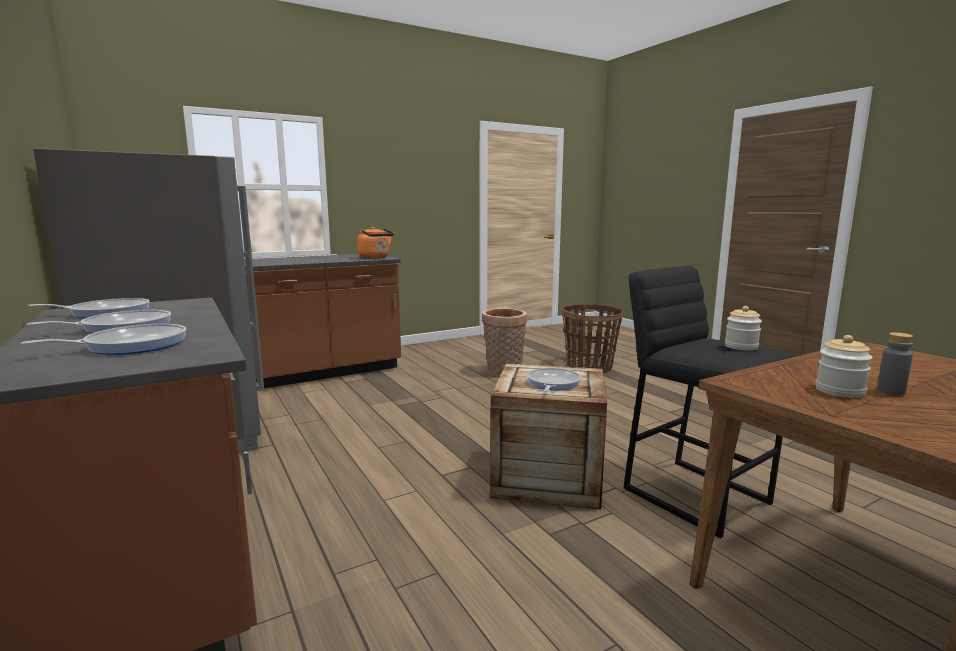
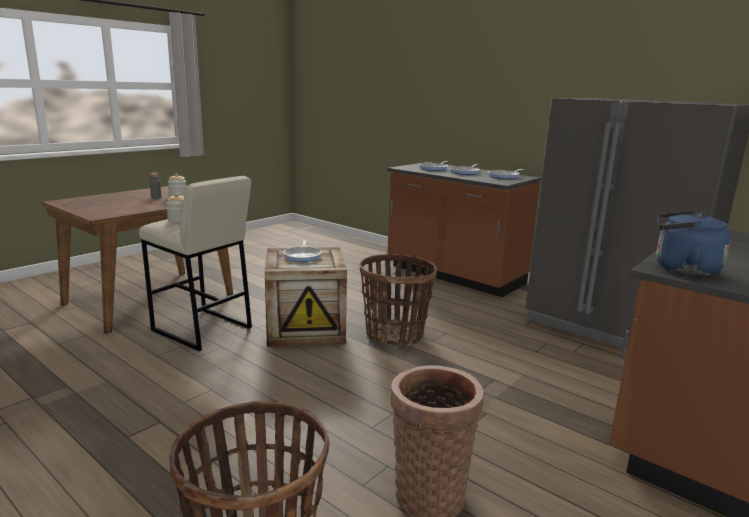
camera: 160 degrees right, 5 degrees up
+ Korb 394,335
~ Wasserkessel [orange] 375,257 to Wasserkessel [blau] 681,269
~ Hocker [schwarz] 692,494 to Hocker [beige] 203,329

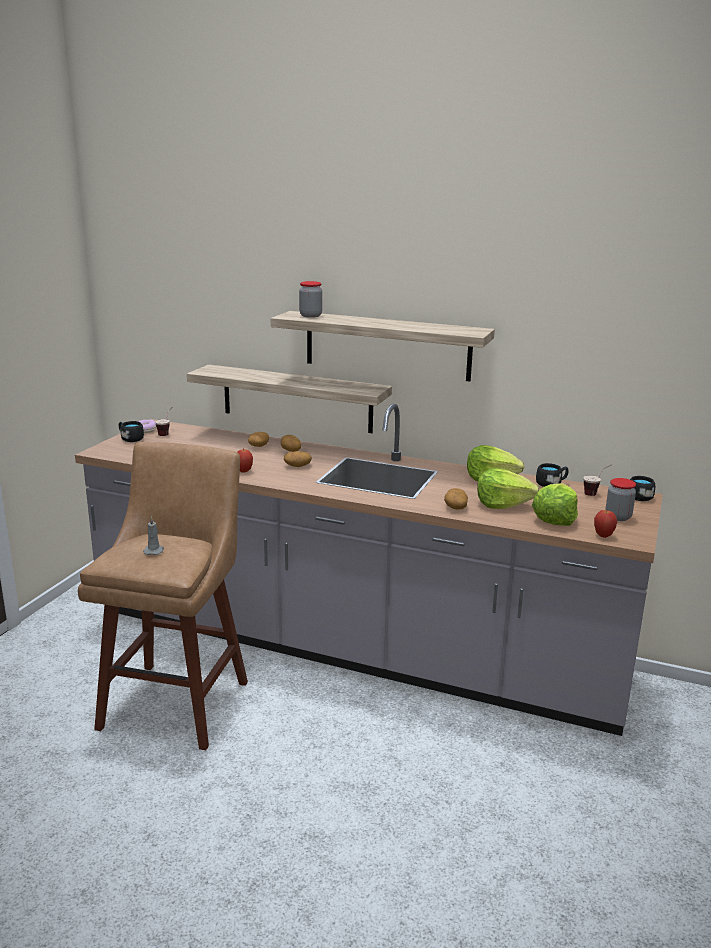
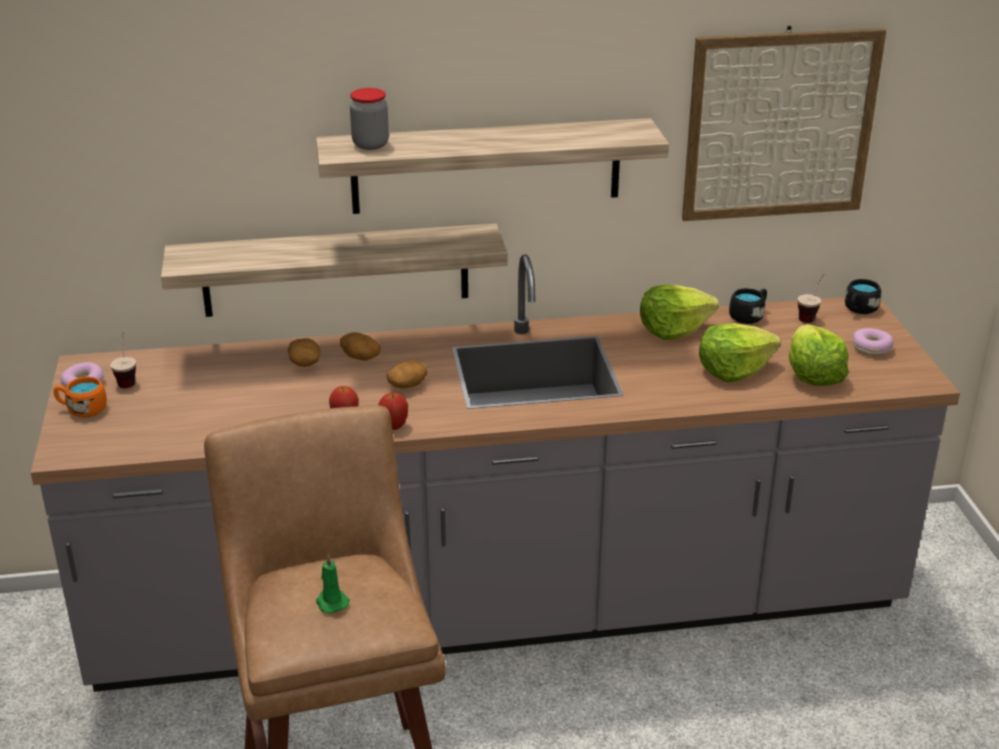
camera: 30 degrees left, 10 degrees up
- Kartoffel 455,506
+ Bild 780,122
~ Apfel 603,535 to 394,426
~ Vorratsglas 618,517 to Donut 871,348
~ Henkelbecher [schwarz] 130,439 to Henkelbecher [orange] 82,409
~ Kerze [grau] 154,551 to Kerze [grün] 331,602

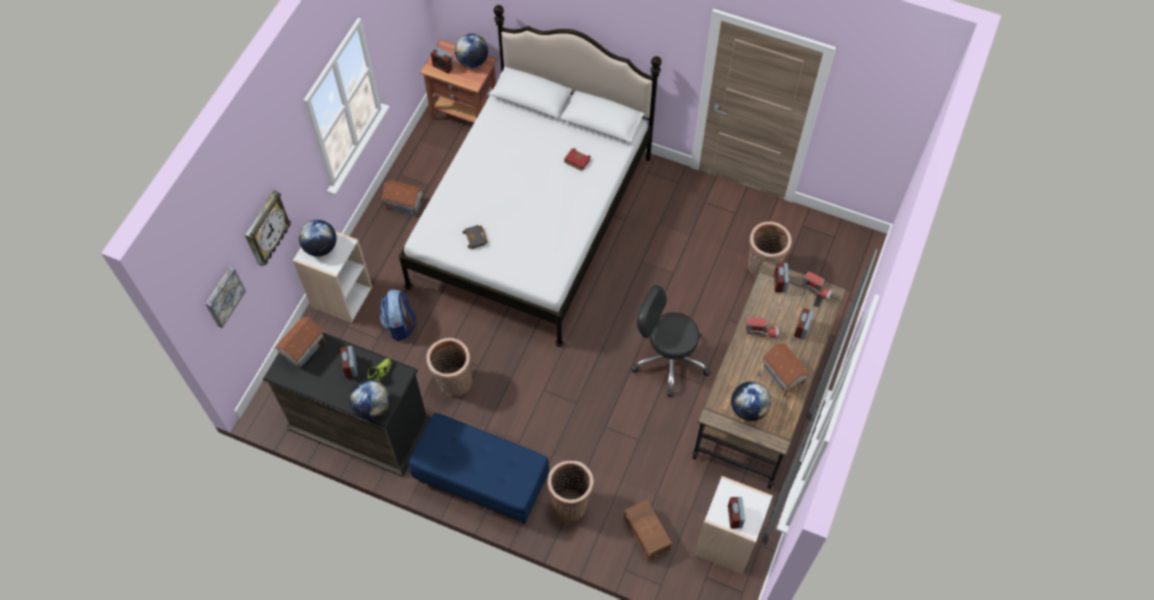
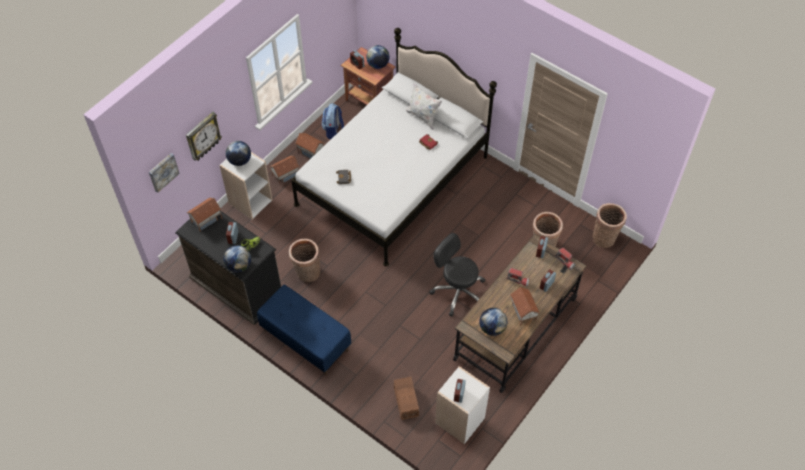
camera: 15 degrees right, 5 degrees down
+ Spielzeughaus 285,175
+ Kissen [weiß] 423,117
~ Rucksack 400,325 to 333,130
~ Korb 570,503 to 605,237

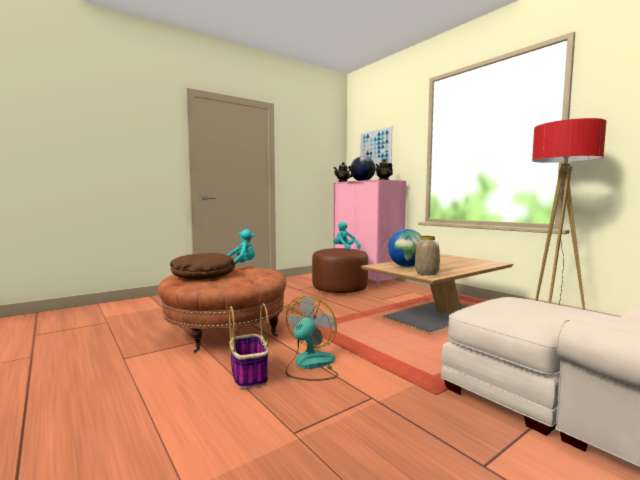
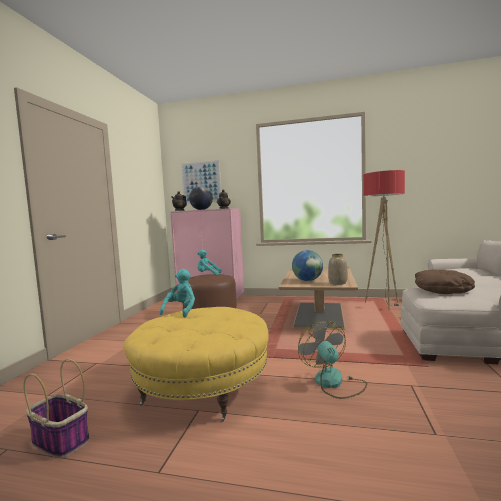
camera: 40 degrees left, 0 degrees up
~ Kissen [braun] 203,276 to 443,290
~ Korb 249,375 to 59,440
~ Polsterhocker [braun] 226,331 to Polsterhocker [gelb] 203,387

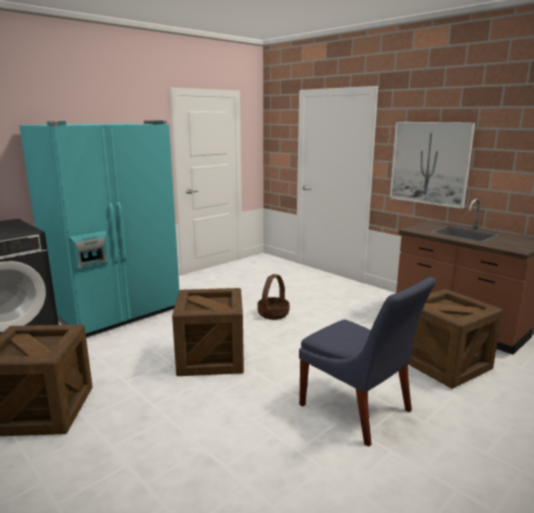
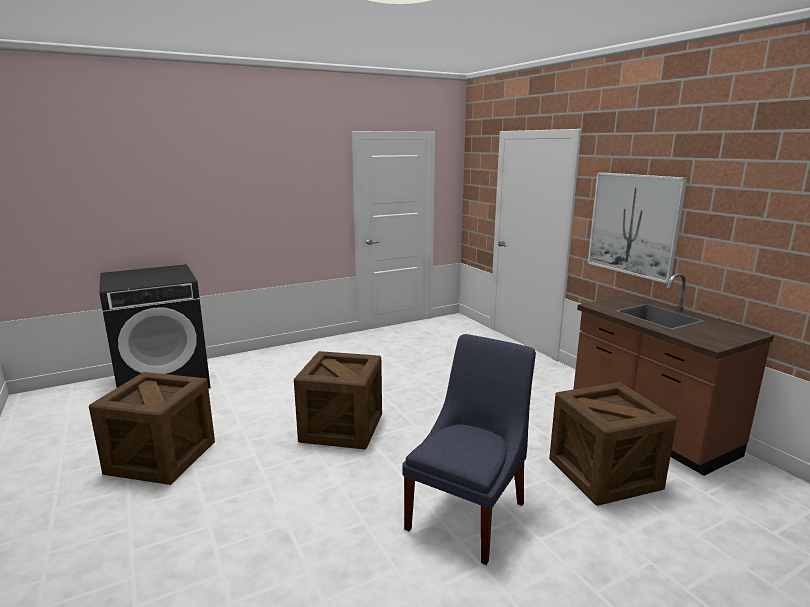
camera: 15 degrees right, 0 degrees up
- Kühlschrank [türkis] 116,311
- Korb 273,314
~ Stuhl [blau] 358,410 = 469,512 120 degrees counterclockwise

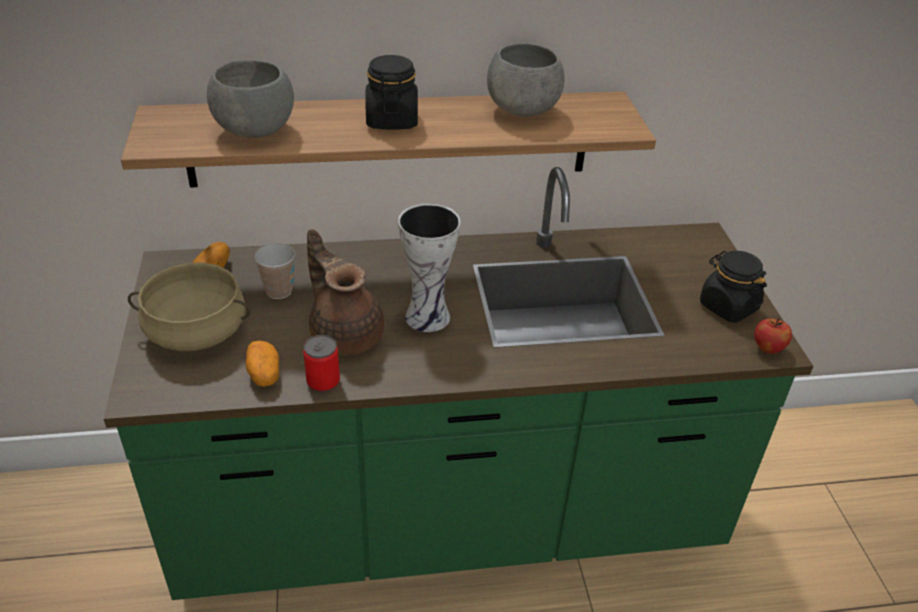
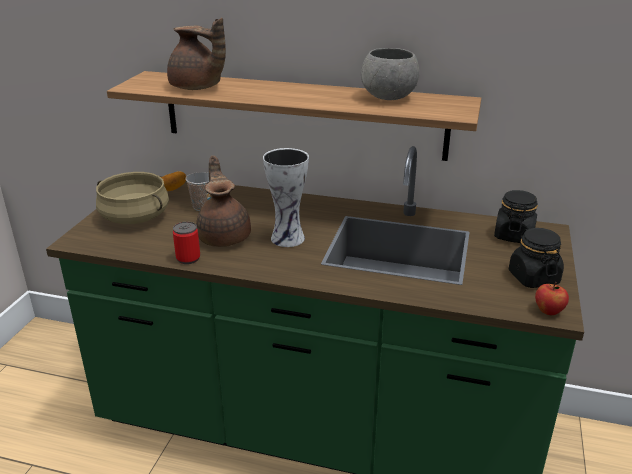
camera: 25 degrees right, 10 degrees down
- Kartoffel 264,374
~ Vorratsglas [schwarz] 392,120 to 513,235
~ Schüssel [grau] 255,131 to Teekanne [braun] 197,88

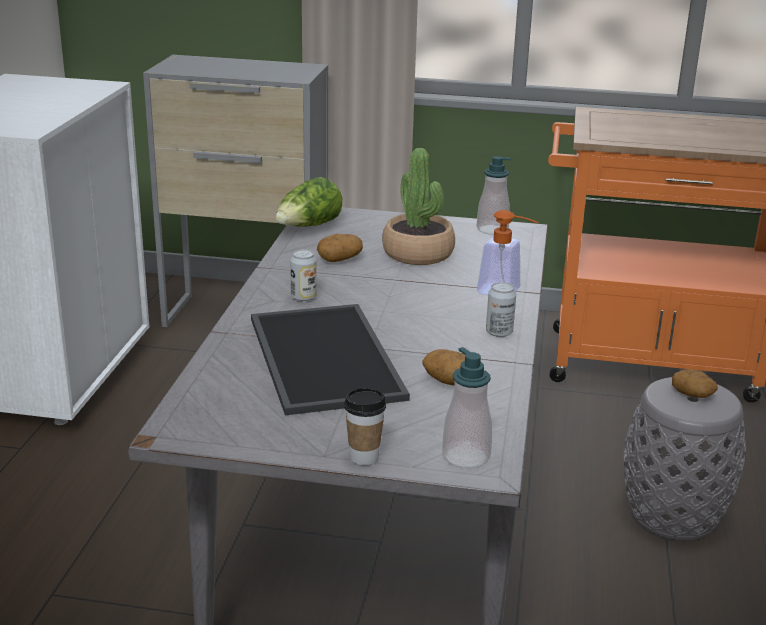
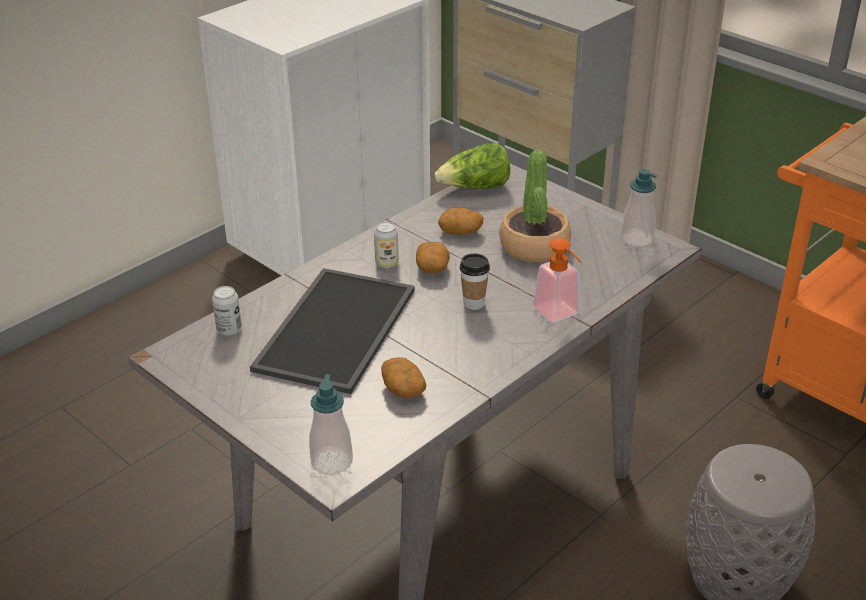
camera: 35 degrees right, 10 degrees up
~ Tasse 364,457 to 474,303
~ Dose 499,332 to 229,330
~ Kartoffel 693,394 to 432,268

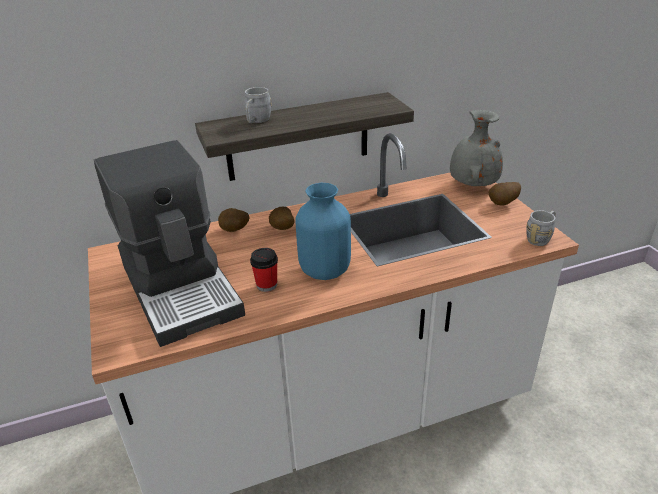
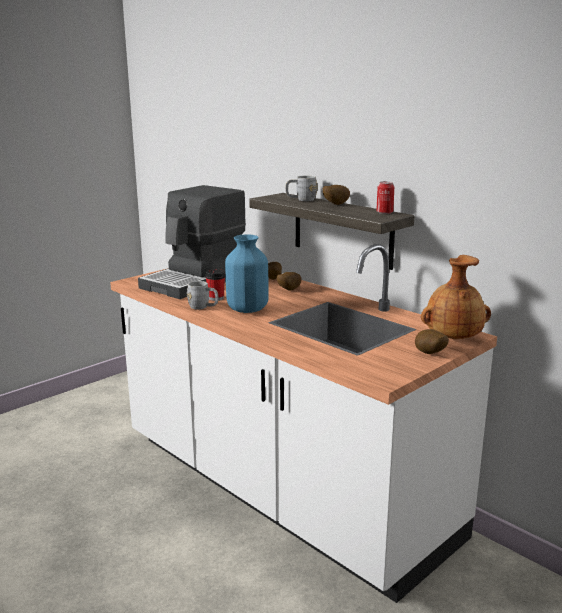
camera: 65 degrees right, 15 degrees down
+ Kartoffel 335,204
+ Dose 384,212
~ Henkelbecher [grau] 540,238 to 203,307
~ Vase [grau] 472,184 to Vase [braun] 453,338

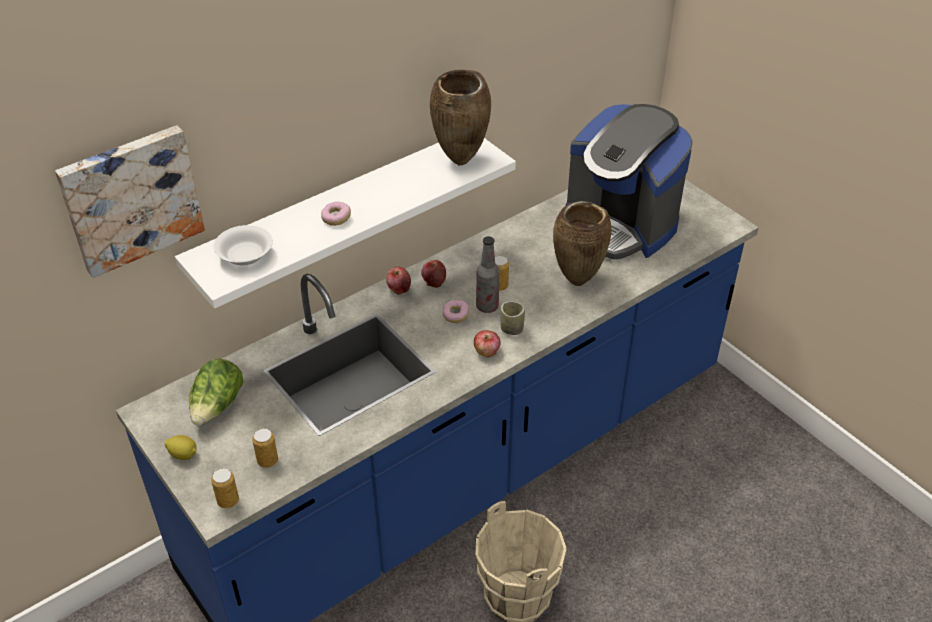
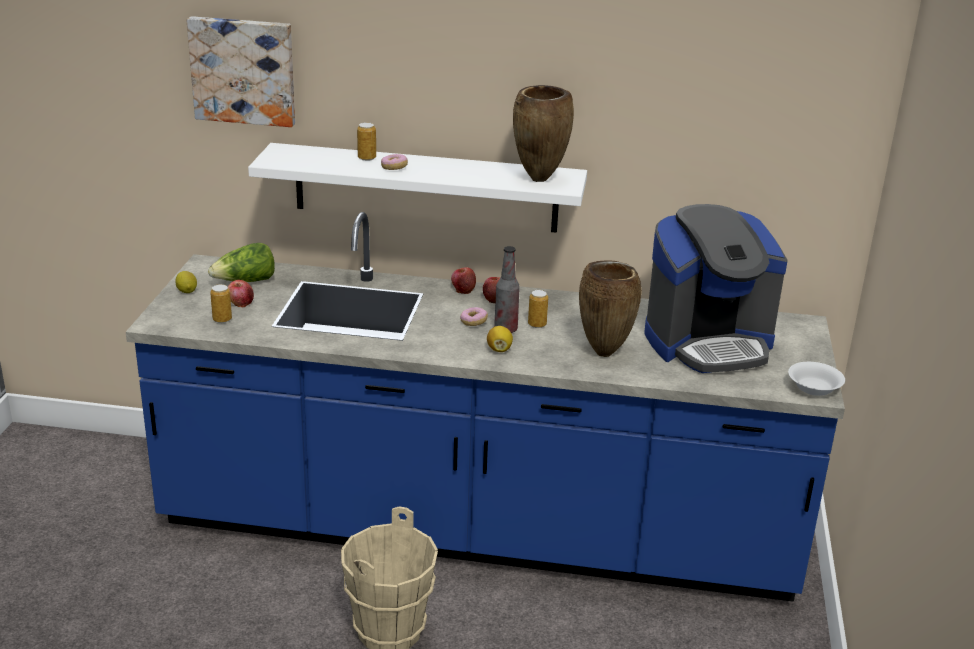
camera: 45 degrees right, 15 degrees down
~ Dose 228,501 to 367,158
~ Schüssel [weiß] 244,256 to 813,388
~ Apfel 486,351 to 240,303
~ Tasse 511,329 to Zitrone 499,349
~ Kaffeemaschine 619,225 = 708,343 105 degrees counterclockwise

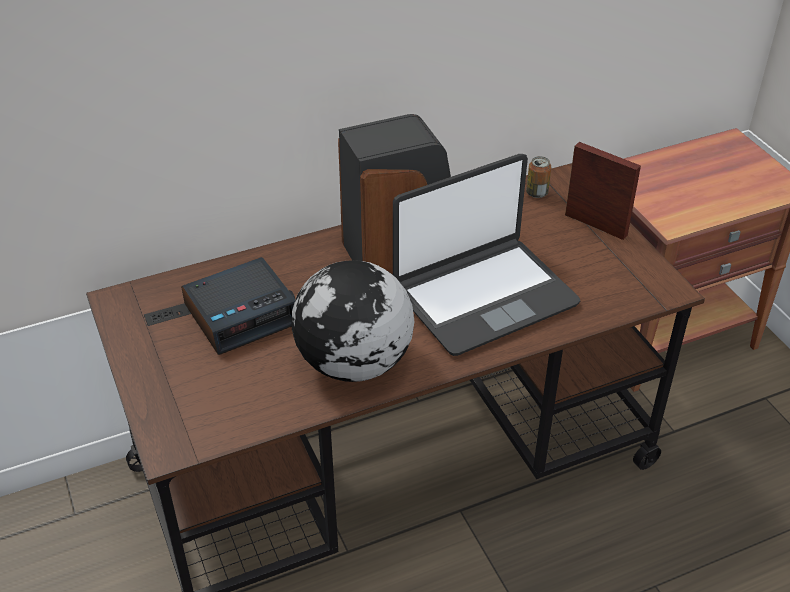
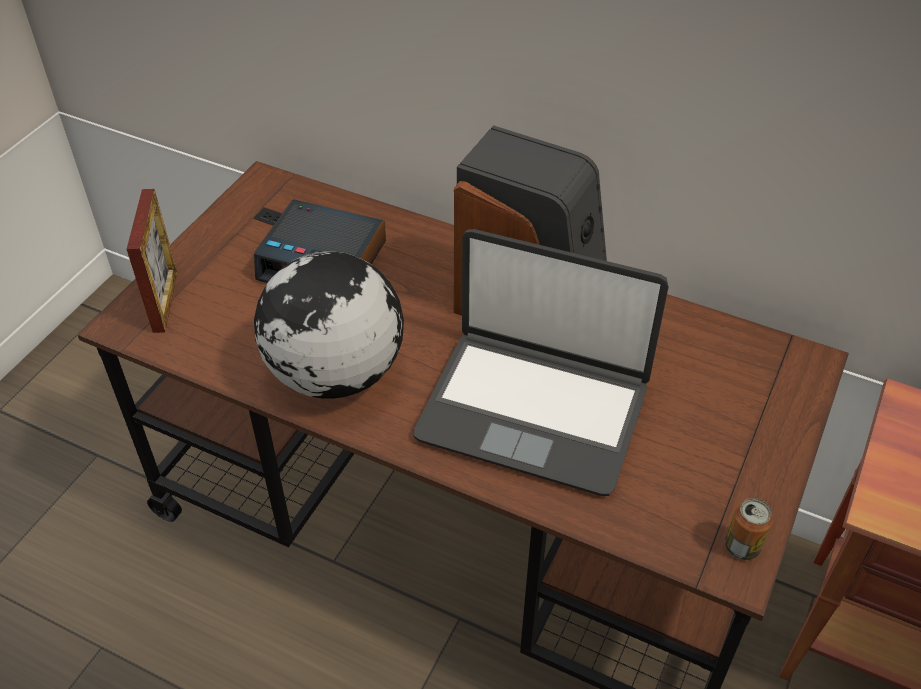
camera: 50 degrees right, 5 degrees up
~ Dose 537,193 to 742,546
~ Bilderrahmen 595,225 to 165,301

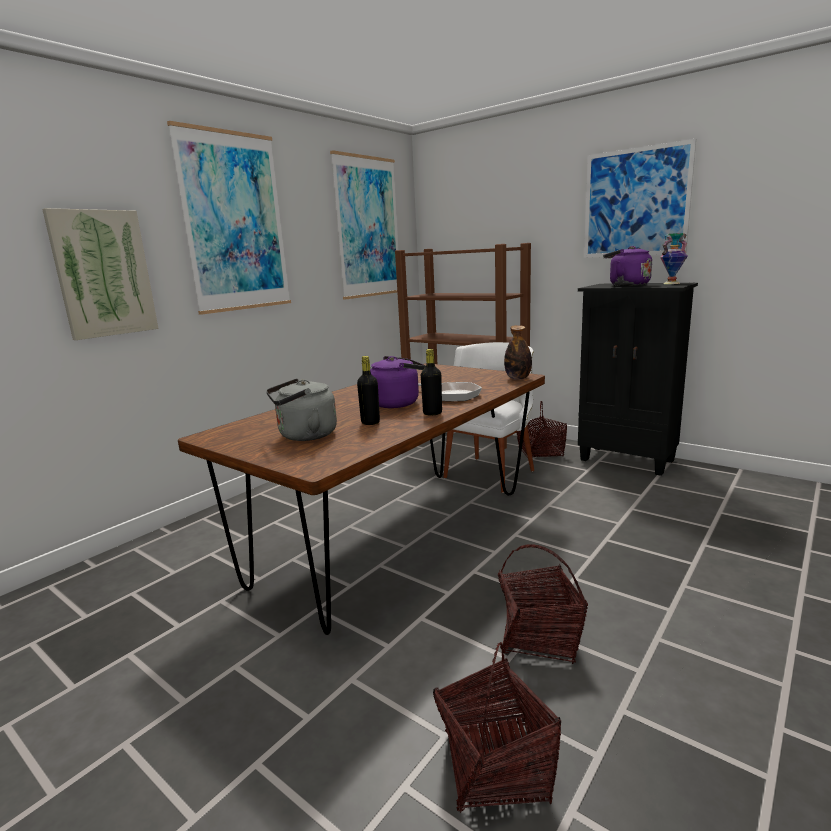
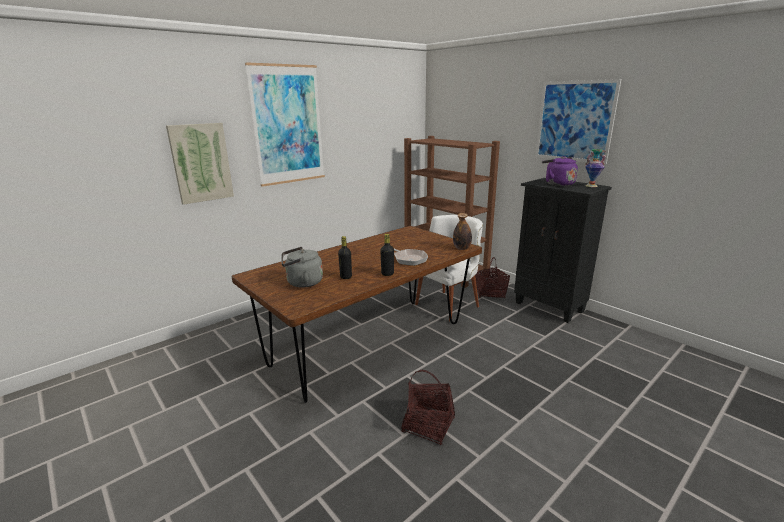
camera: 10 degrees right, 5 degrees up
- Bild 368,228
- Wasserkessel [lila] 398,403
- Korb 495,767

